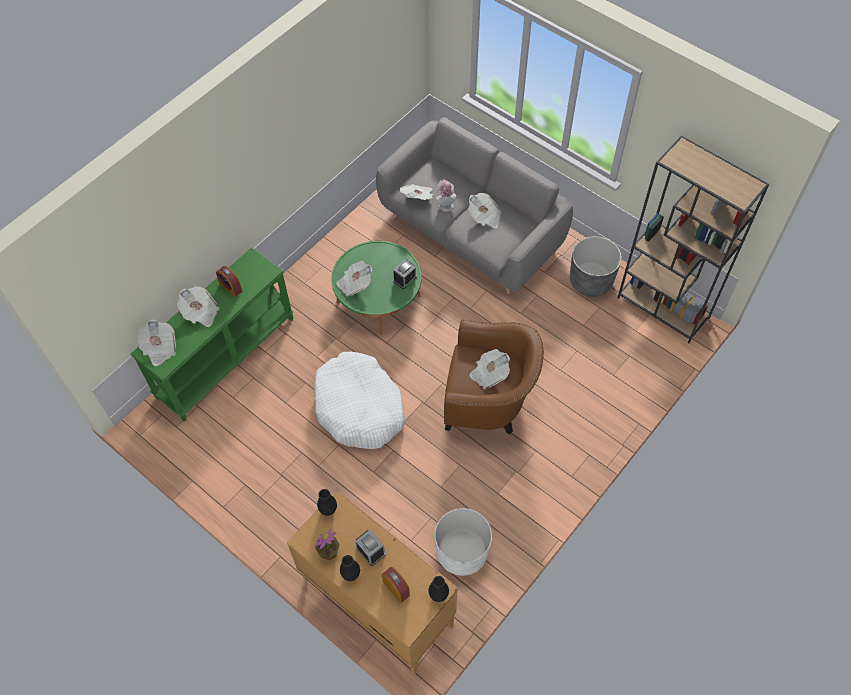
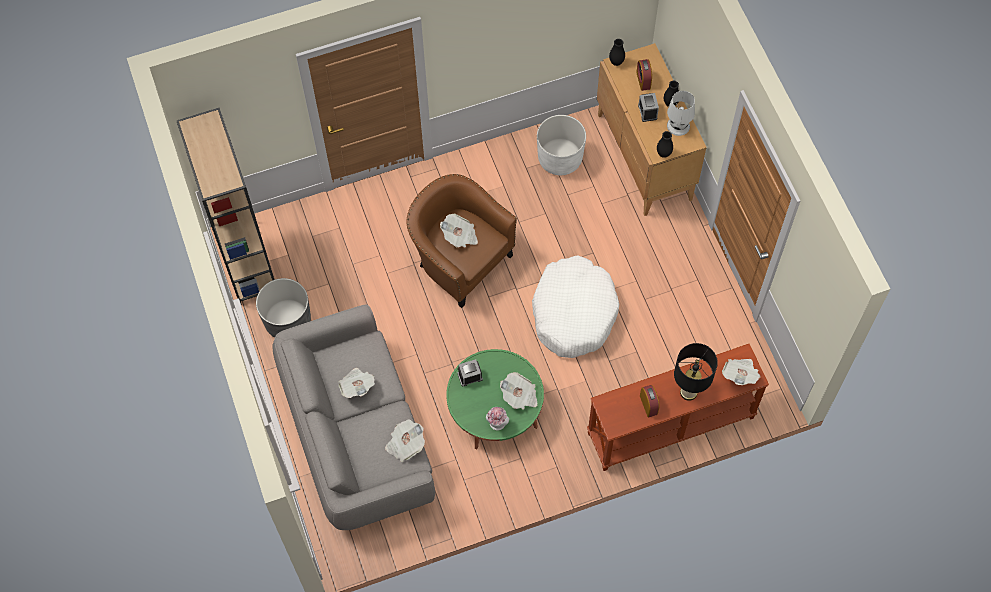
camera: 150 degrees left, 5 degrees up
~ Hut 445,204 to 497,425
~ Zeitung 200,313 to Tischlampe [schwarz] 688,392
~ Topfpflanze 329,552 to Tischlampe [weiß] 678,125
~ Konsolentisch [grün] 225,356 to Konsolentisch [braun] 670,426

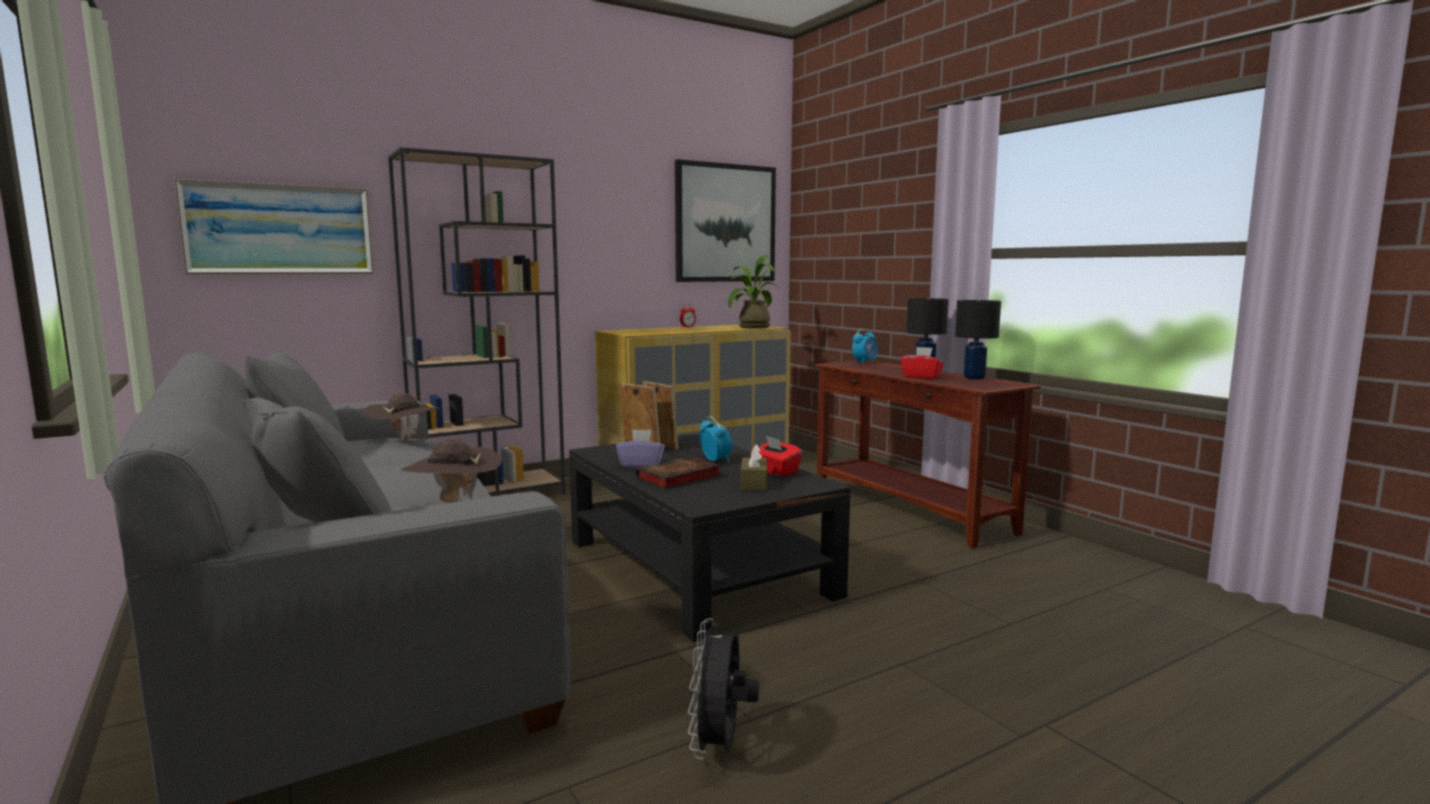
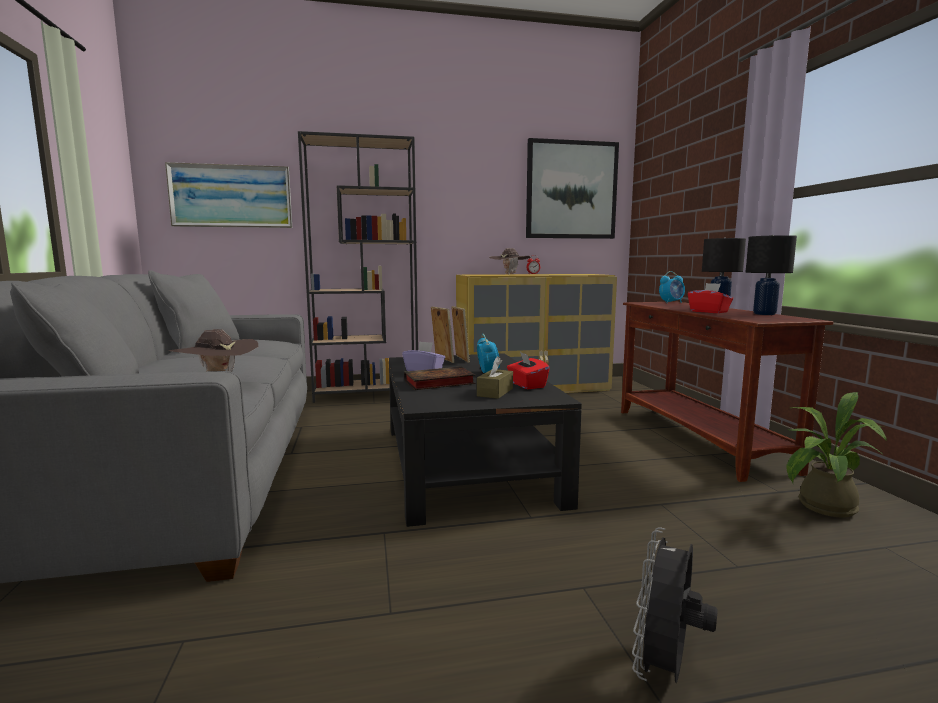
camera: 20 degrees right, 0 degrees up
~ Hut [braun] 404,438 to 509,274
~ Ventilator [schwarz] 720,748 to 666,670
~ Topfpflanze 751,327 to 822,508

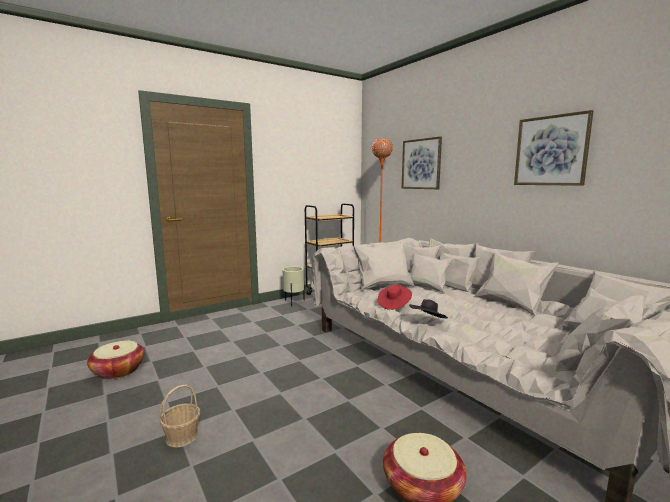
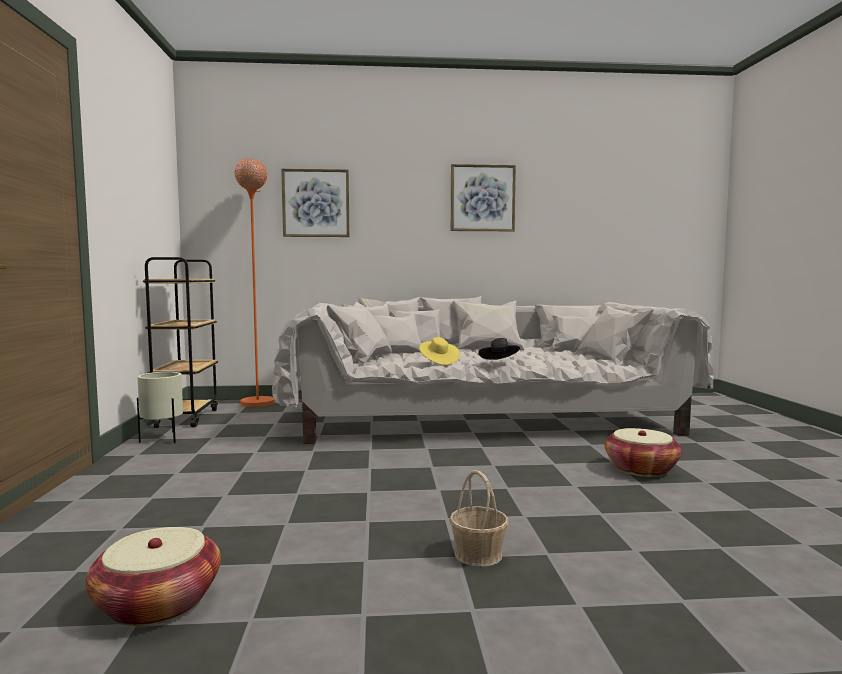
camera: 60 degrees left, 5 degrees down
~ Hut [rot] 394,304 to Hut [gelb] 438,362

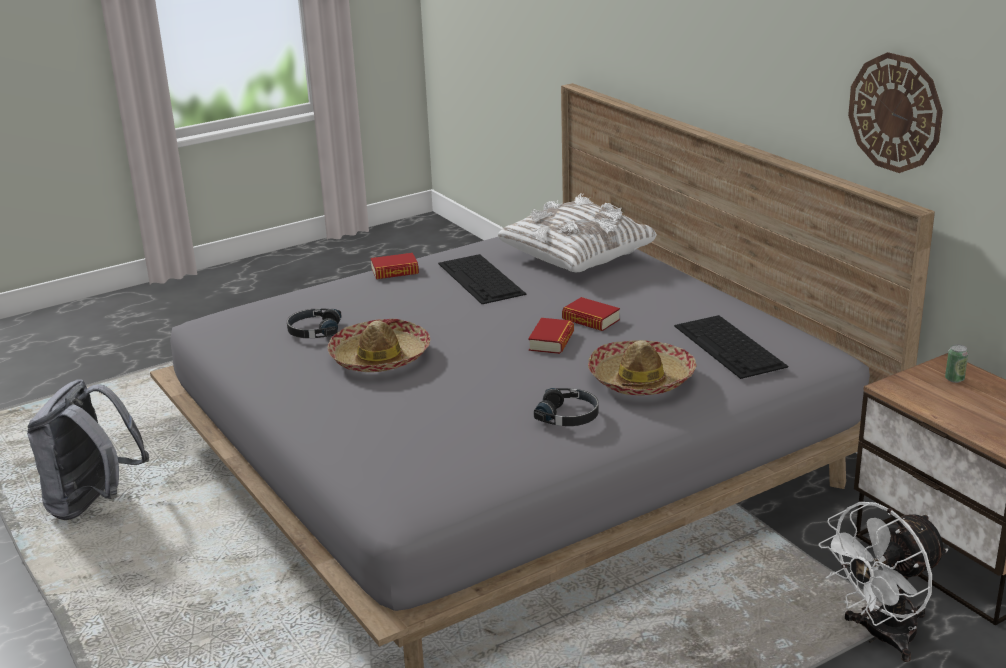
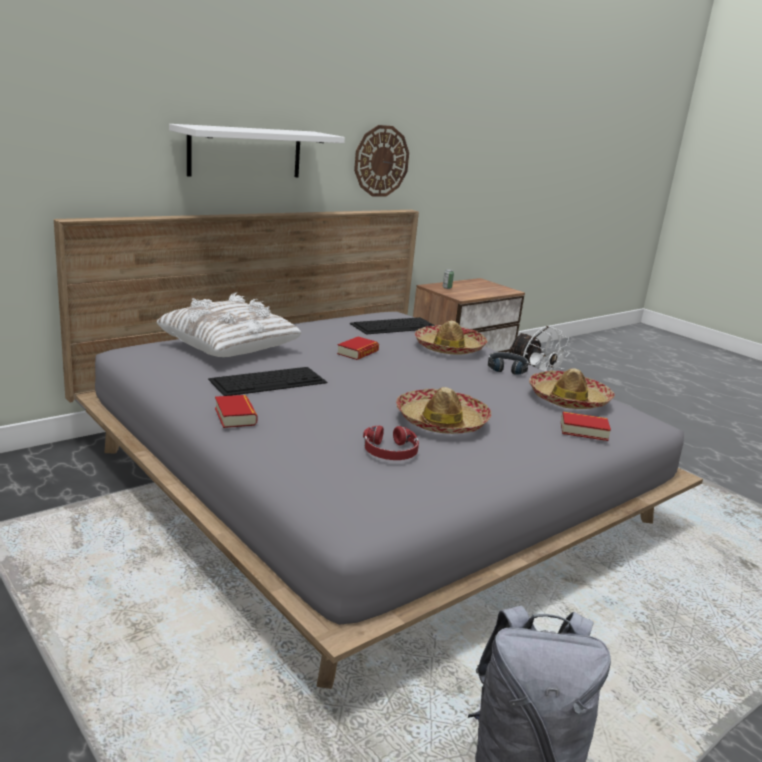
camera: 100 degrees left, 5 degrees down
+ Wandregal [weiß] 245,152
+ Hut 568,399
~ Buch 551,341 to 583,431
~ Kopfhörer [schwarz] 314,331 to Kopfhörer [rot] 390,451

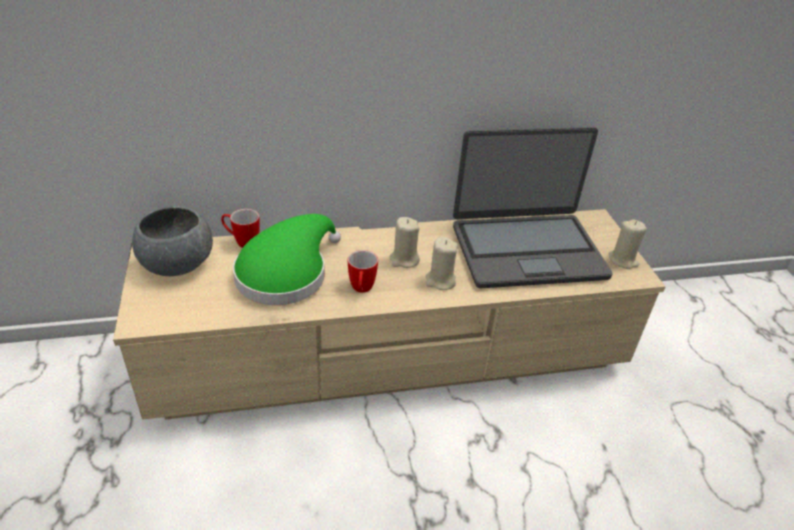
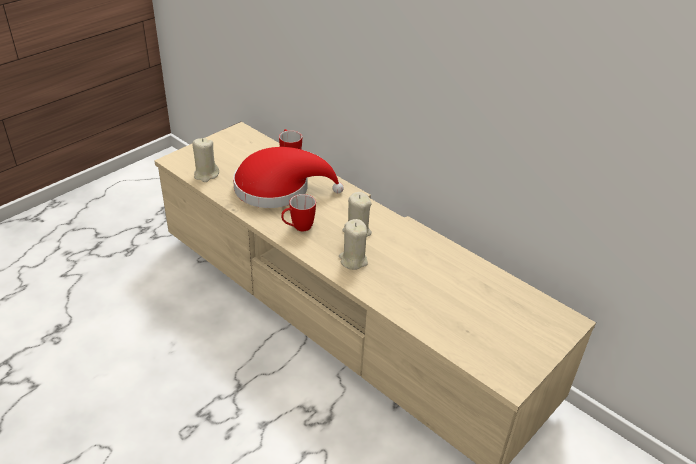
camera: 55 degrees right, 0 degrees up
- Schüssel [grau] 177,263
- Laptop 527,250
~ Kerze [beige] 623,260 to 206,174
~ Hut [grün] 286,273 to Hut [rot] 278,189

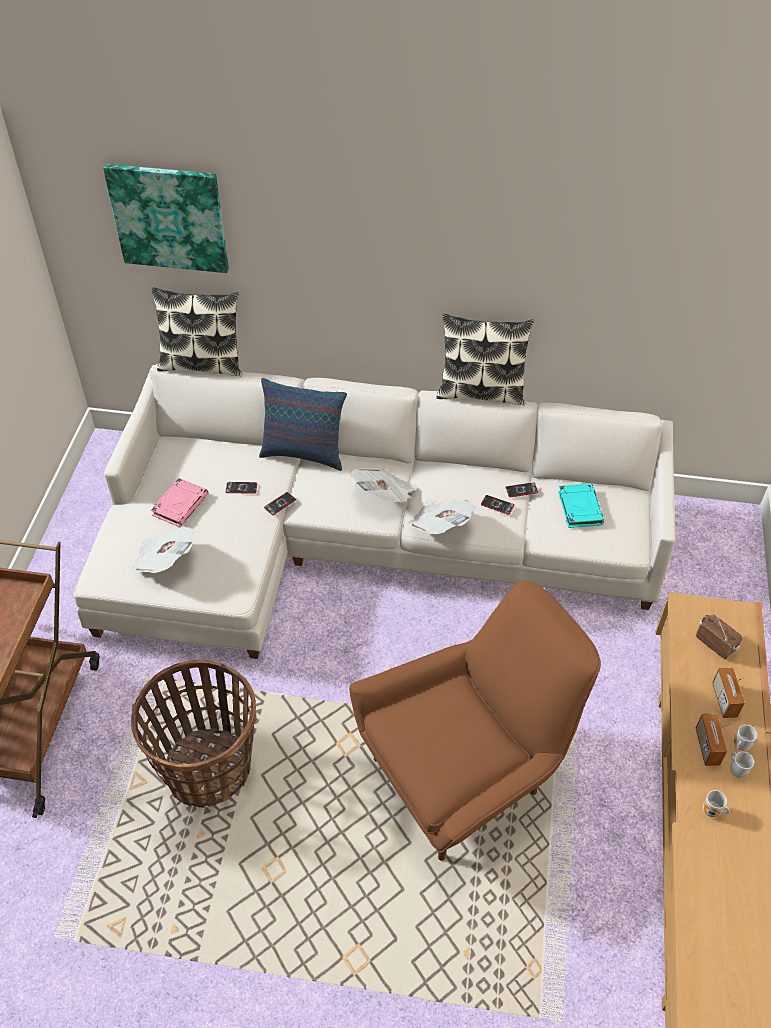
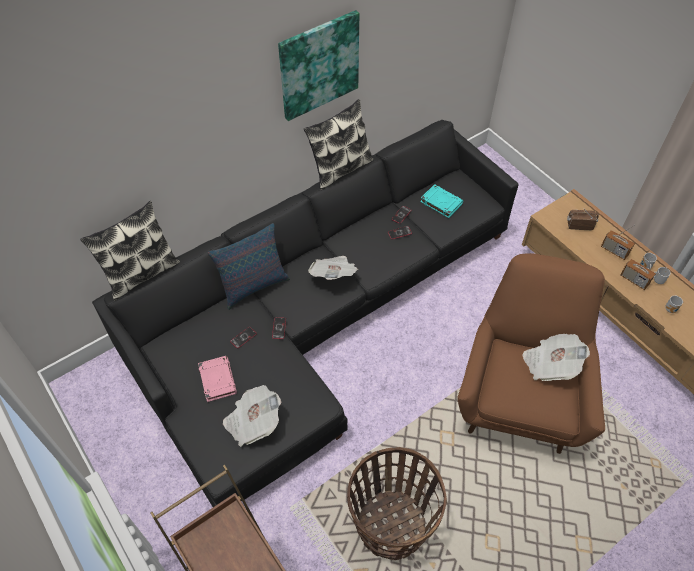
camera: 45 degrees left, 5 degrees up
~ Bild 169,217 to 318,65
~ Zeitung 441,526 to 550,364
~ Sofa [weiß] 358,538 to Sofa [schwarz] 312,317

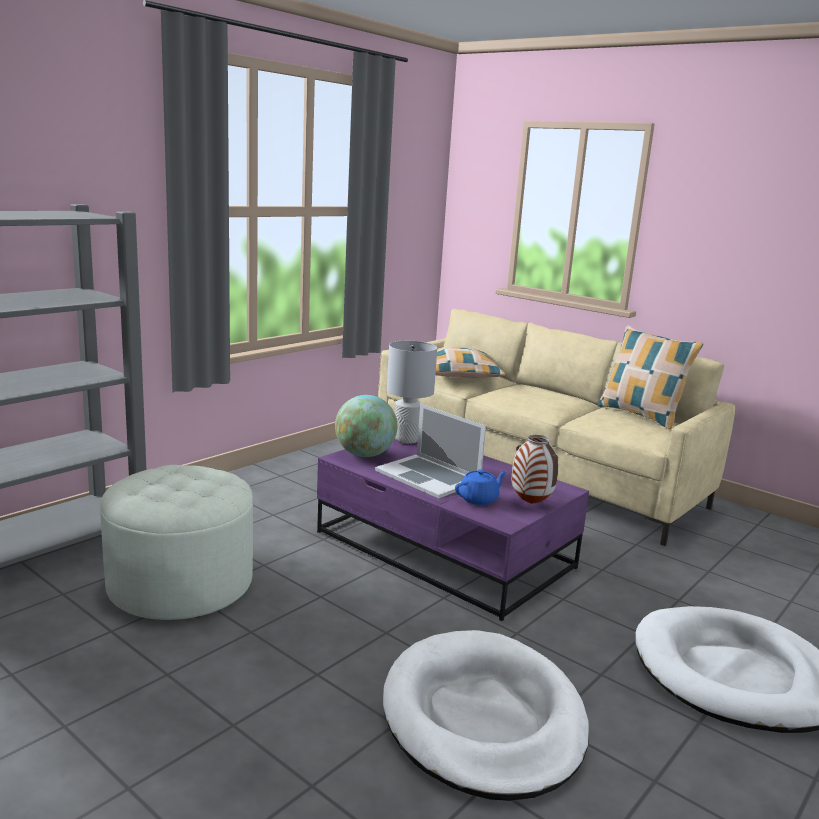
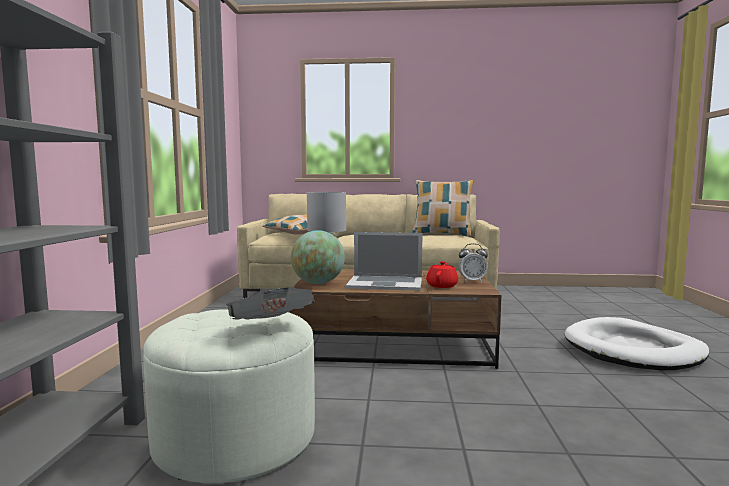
camera: 35 degrees left, 10 degrees down
- Hundebett [weiß] 483,718
+ Zeitung 271,329
~ Vase 531,503 to Wecker 472,281
~ Couchtisch [lila] 446,550 to Couchtisch [braun] 394,345
~ Teekanne [blau] 479,499 to Teekanne [rot] 442,285

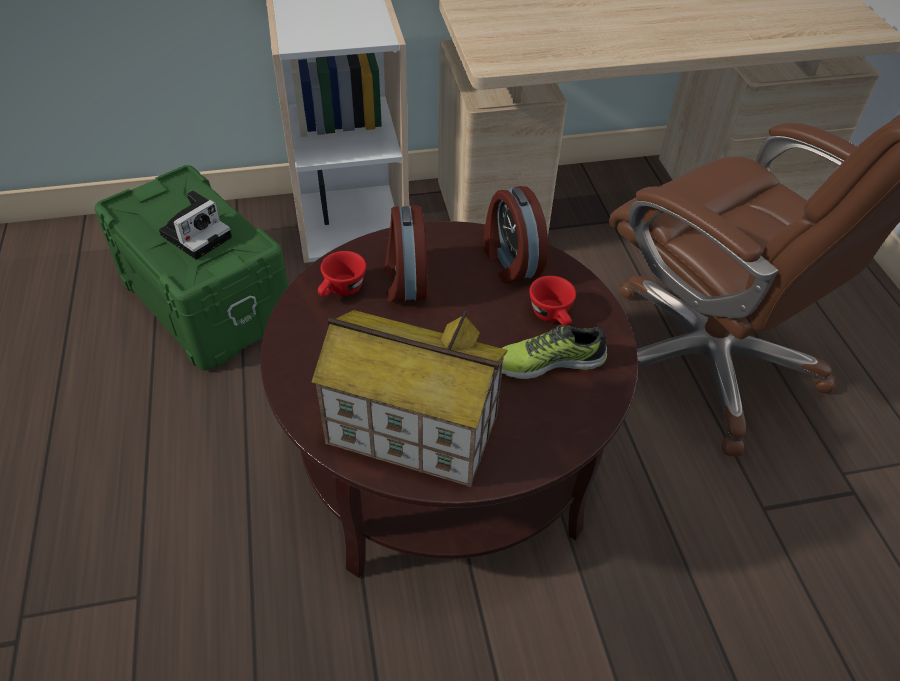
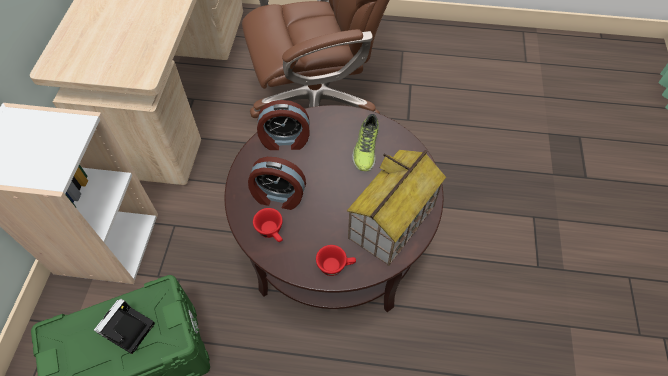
camera: 70 degrees left, 10 degrees up
~ Tasse [rot] 553,316 to 335,265
~ Kamera 197,234 = 125,330 120 degrees counterclockwise

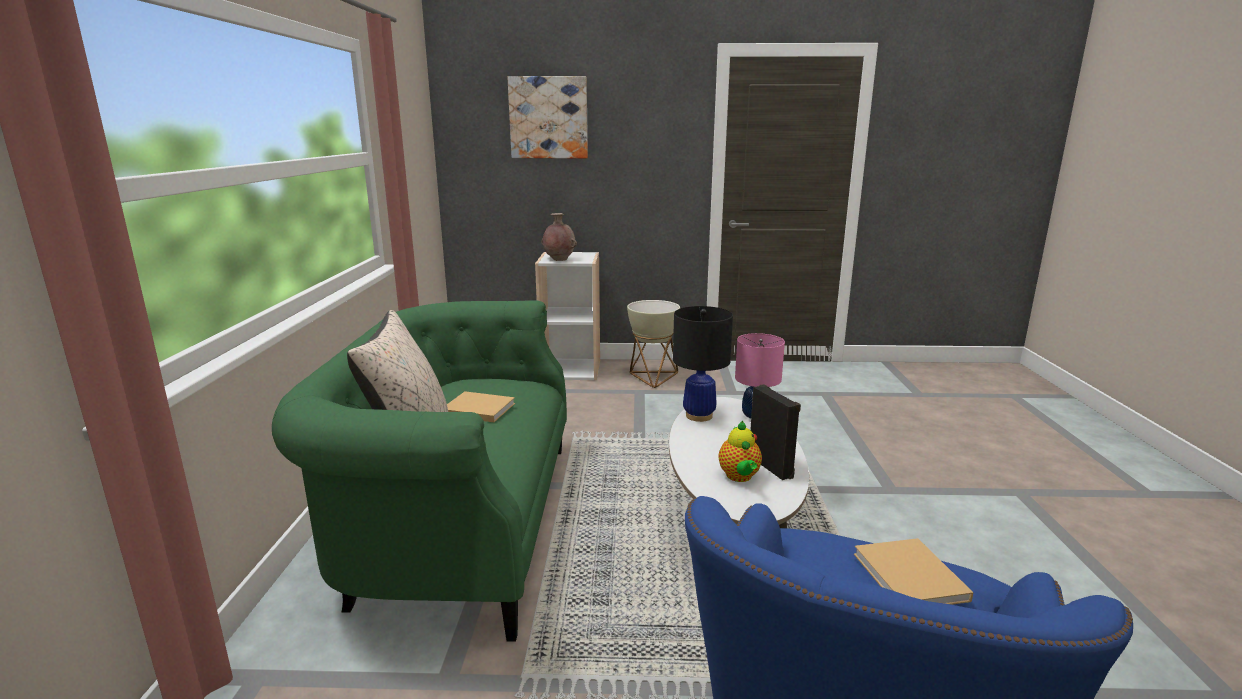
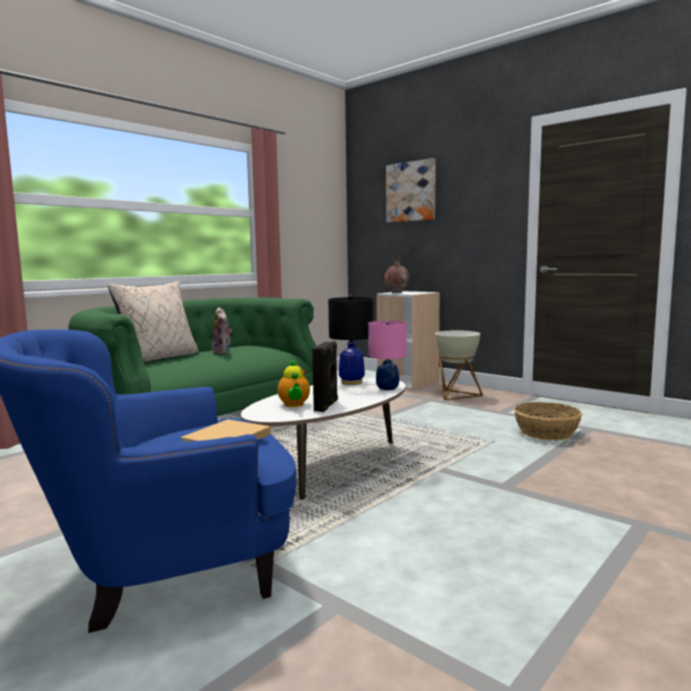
camera: 40 degrees right, 10 degrees down
+ Korb 546,432
~ Buch [beige] 477,409 to Plüschtier 223,353
~ Teekanne 739,477 = 294,405 45 degrees counterclockwise

